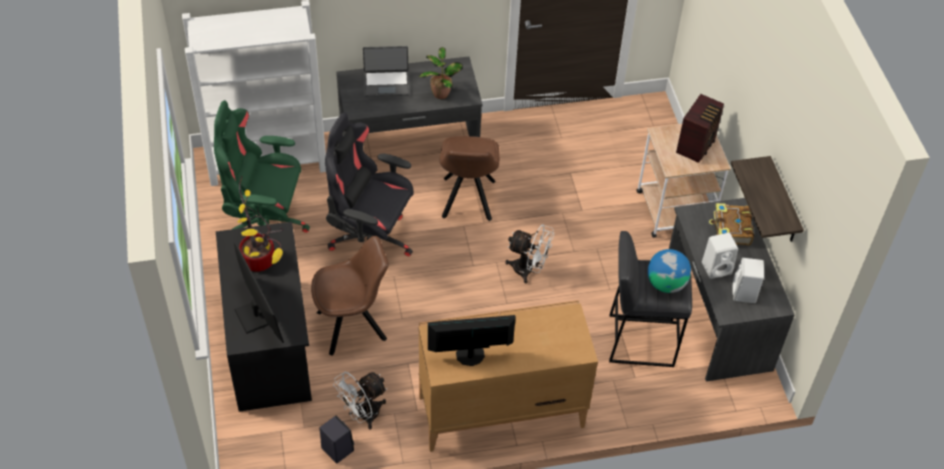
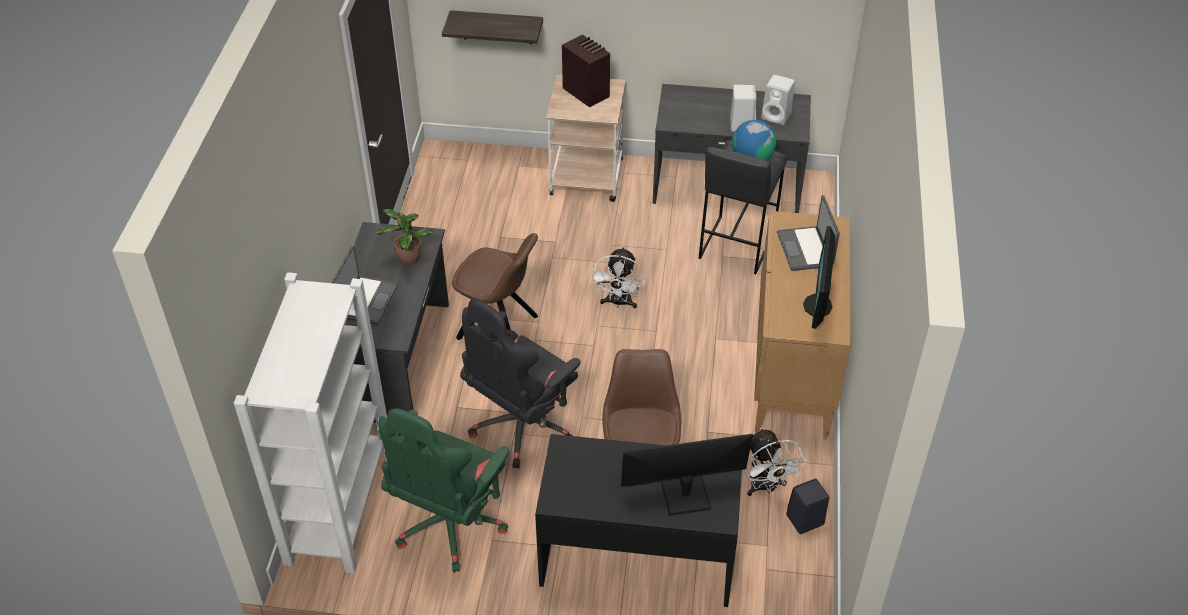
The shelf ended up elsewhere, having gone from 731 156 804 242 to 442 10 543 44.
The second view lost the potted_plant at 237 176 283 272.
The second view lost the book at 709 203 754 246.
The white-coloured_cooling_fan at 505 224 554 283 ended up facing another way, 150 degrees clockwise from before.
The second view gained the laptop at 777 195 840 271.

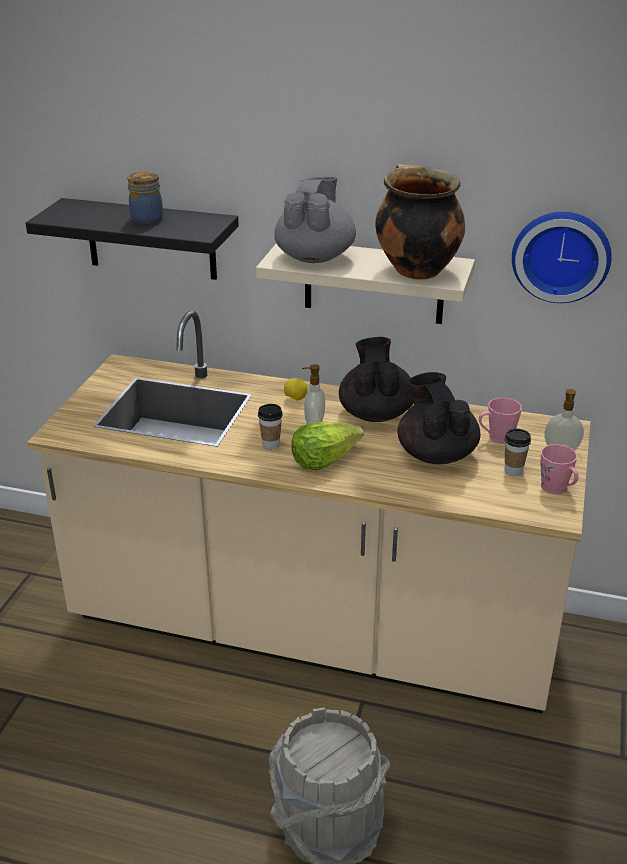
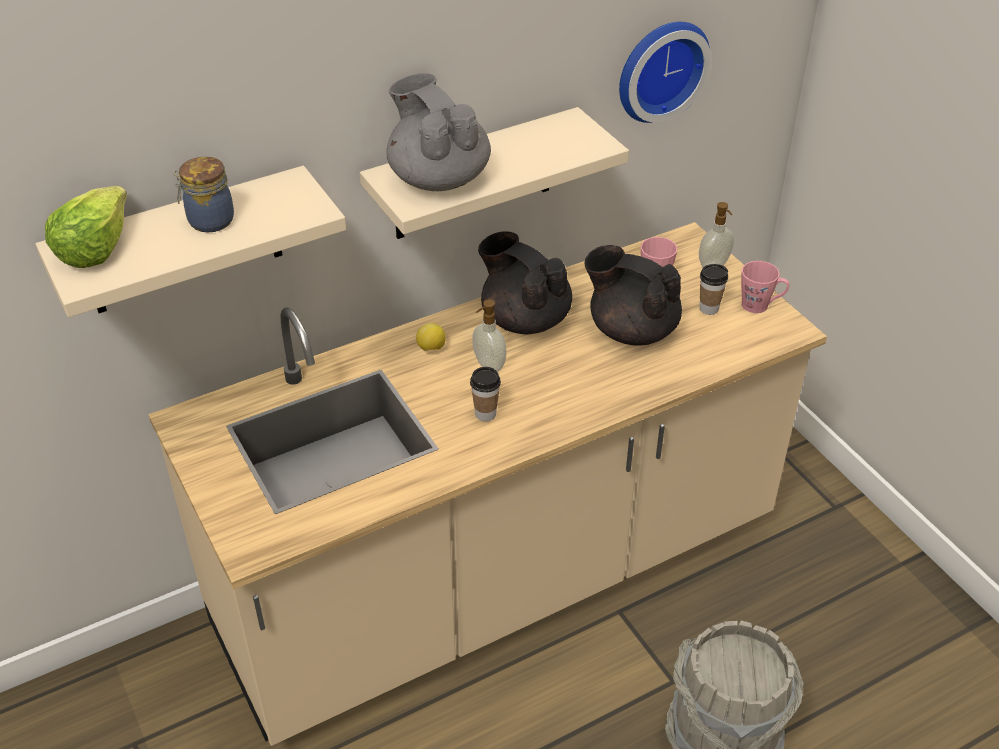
The second view lost the stockpot at 375 164 465 280.
What was the blackish_shelf at 25 198 239 280 turned into the beige_shelf at 36 166 346 317.
The lettuce ended up elsewhere, having gone from 291 422 364 470 to 45 186 127 268.

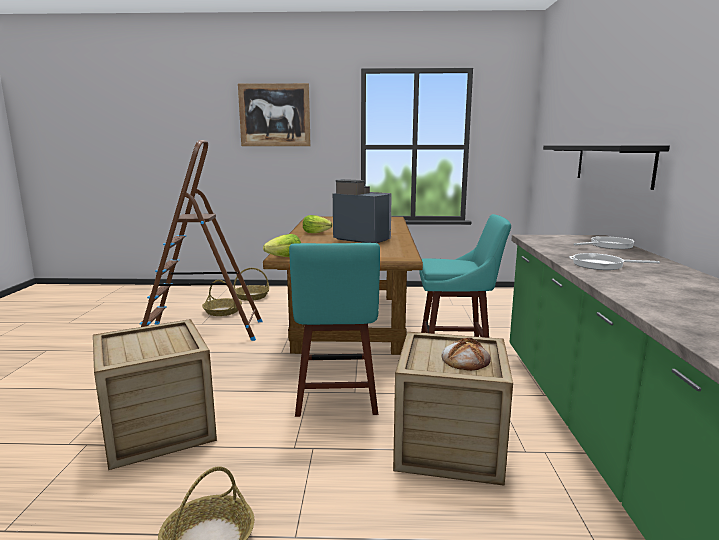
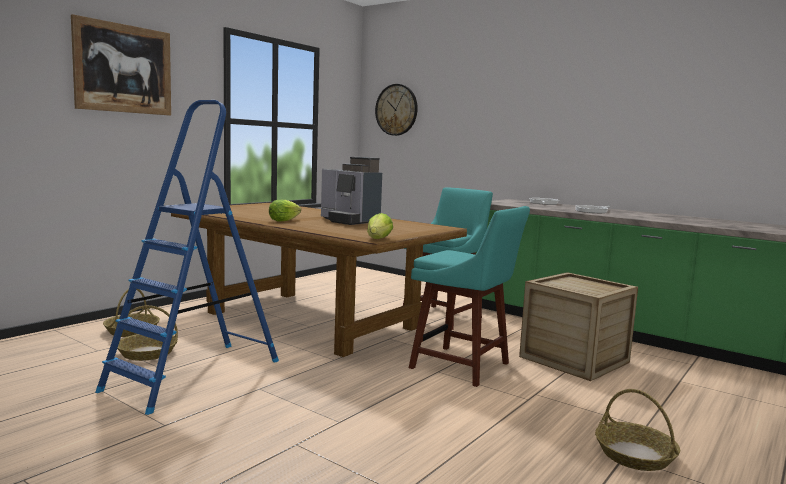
What was the brownish_step_stool at 140 140 263 341 turned into the bluish_step_stool at 95 100 279 415.
The second view lost the blackish_shelf at 543 145 670 190.
The coffee_machine at 333 179 392 243 ended up facing another way, 120 degrees counterclockwise from before.
The second view lost the crate at 93 319 217 470.
The second view lost the baked_bread at 441 338 491 371.
The second view gained the wall_clock at 375 84 418 136.

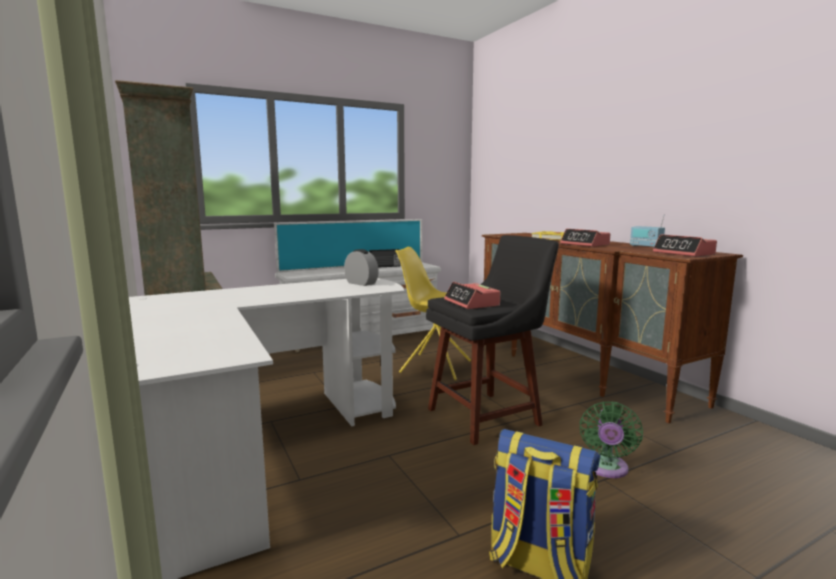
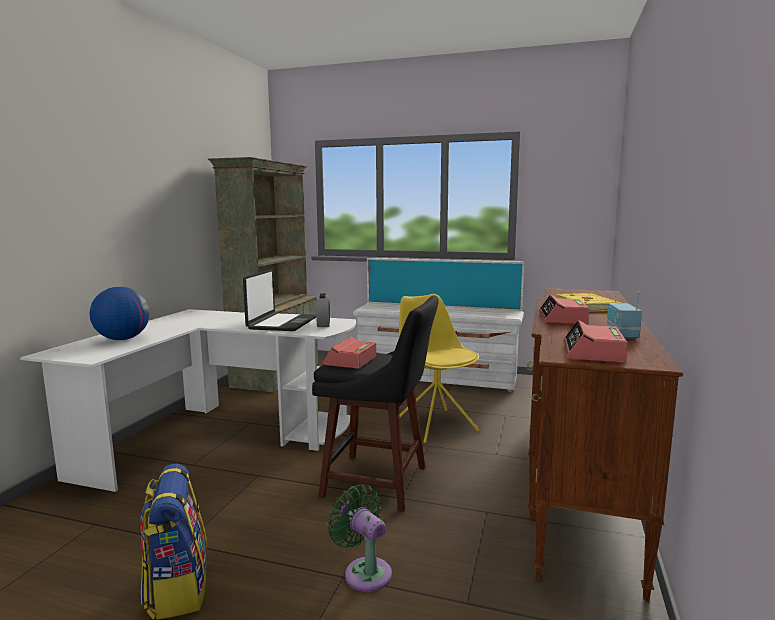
The second view lost the radio at 369 249 400 268.
The green_cooling_fan at 579 401 643 478 ended up facing another way, 75 degrees clockwise from before.
The second view gained the laptop at 243 269 316 331.
The second view gained the world_globe at 90 286 150 340.

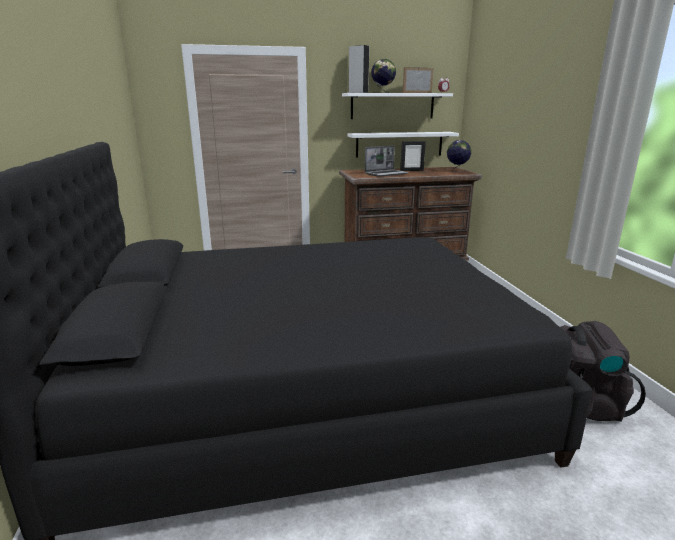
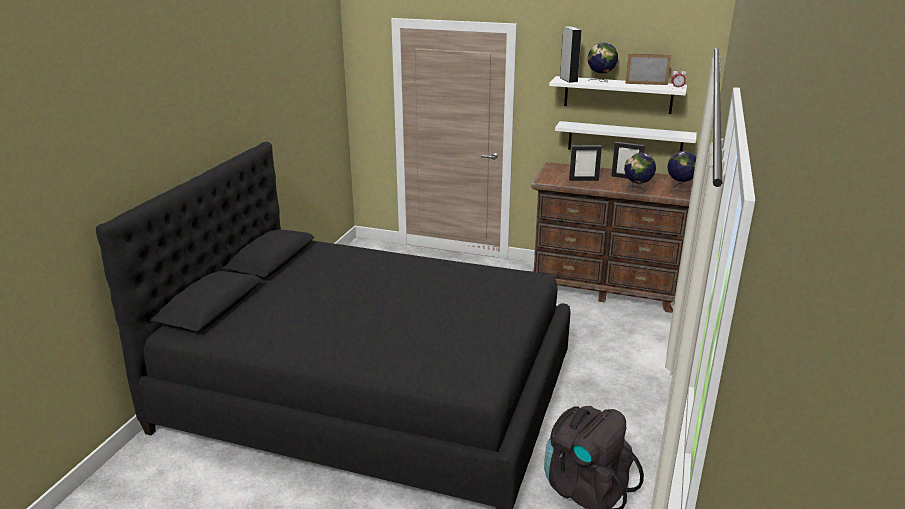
Where the laptop stood at 365 145 409 177, the picture_frame came to stand at 569 145 602 181.
The second view gained the world_globe at 624 153 656 193.

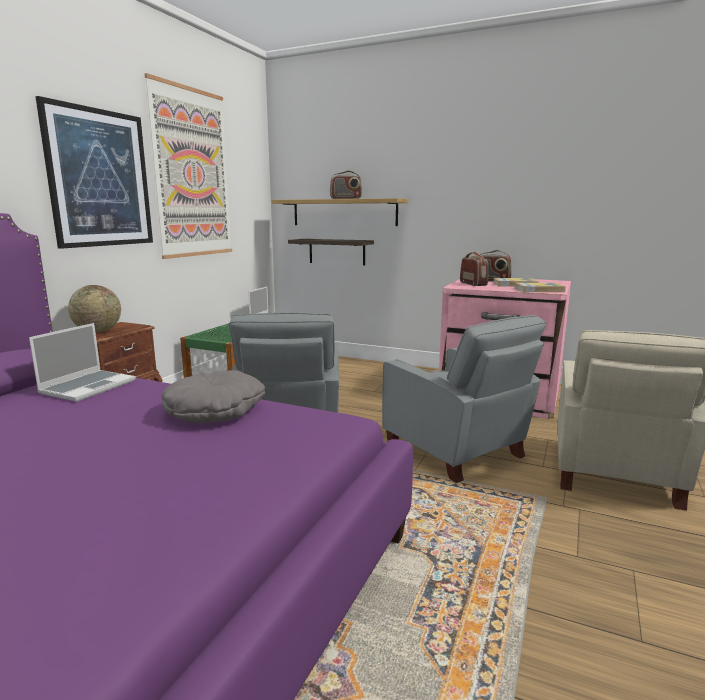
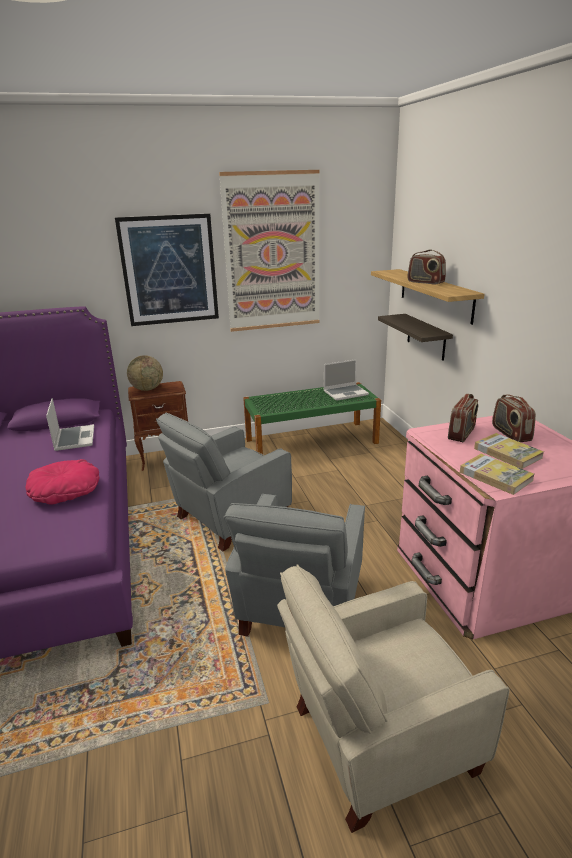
The laptop at 29 323 136 402 ended up facing another way, 90 degrees counterclockwise from before.
What was the greyish_pillow at 161 370 265 423 turned into the pinkish_pillow at 25 459 99 504.

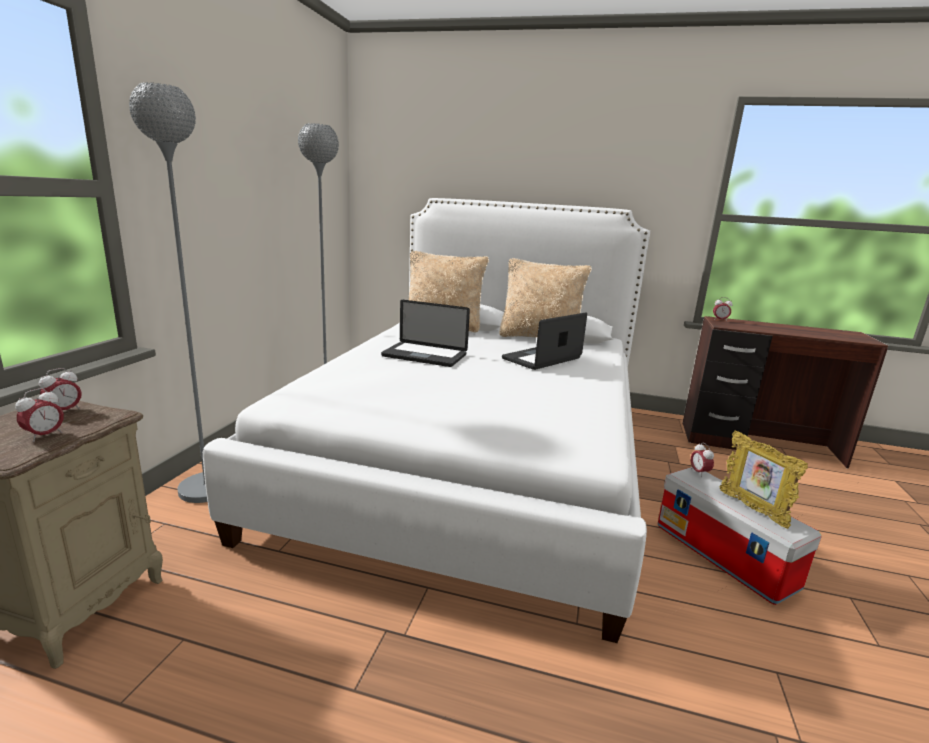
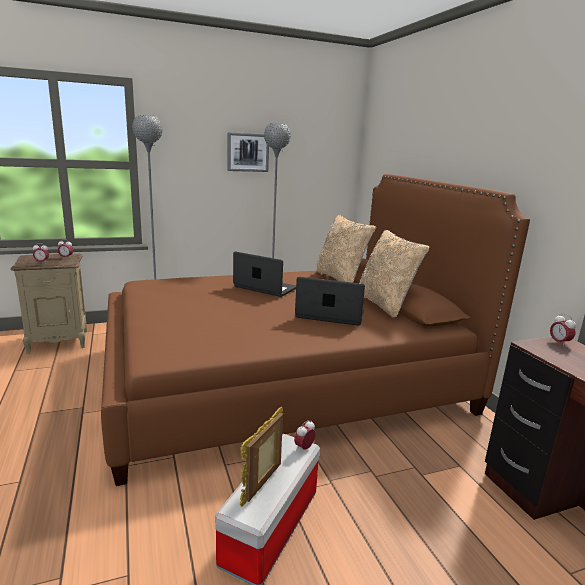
What was the white-coloured_bed at 203 198 650 643 turned into the brownish_bed at 101 174 530 486.
The laptop at 381 300 470 367 ended up facing another way, 135 degrees clockwise from before.
The second view gained the wall_picture at 228 132 269 172.

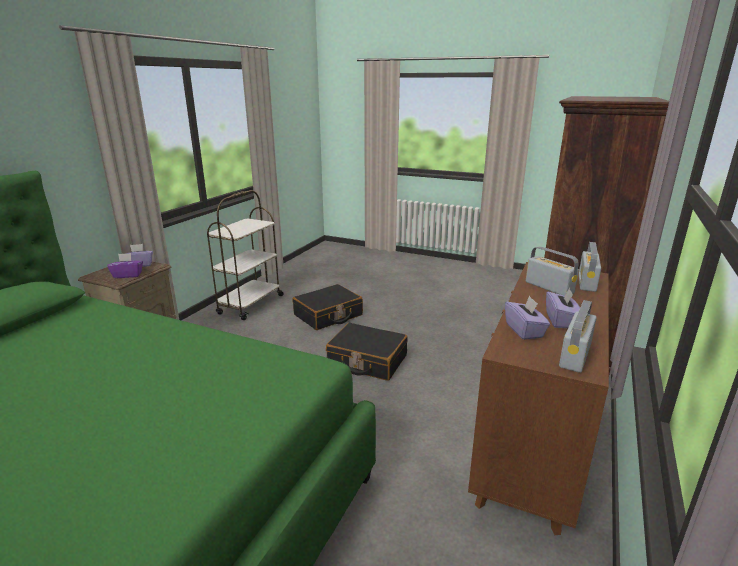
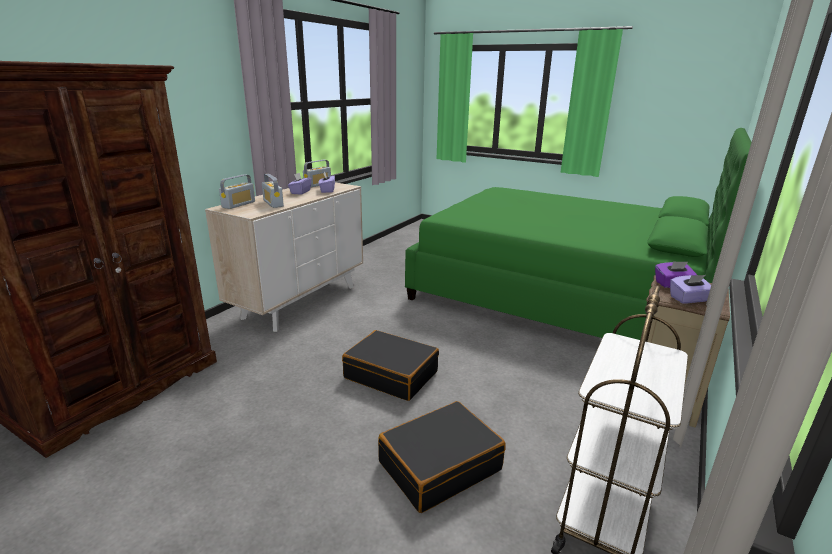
What was the brownish_chest_of_drawers at 468 262 609 535 turned into the white-coloured_chest_of_drawers at 205 183 363 332.

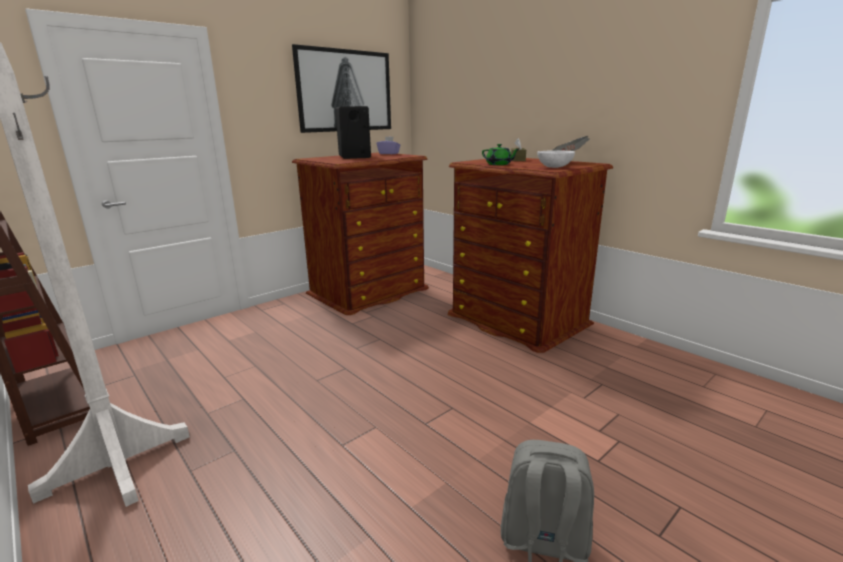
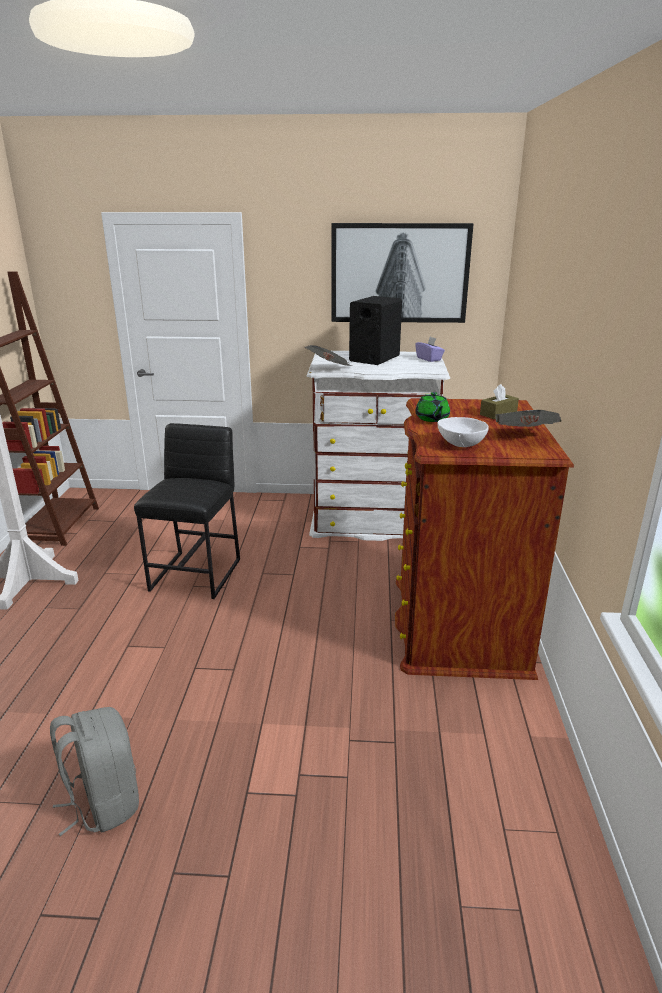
What was the brownish_chest_of_drawers at 292 152 429 315 turned into the white-coloured_chest_of_drawers at 306 351 450 541.
The second view gained the printed_paper at 304 345 352 366.
The second view gained the blackish_chair at 134 423 240 599.

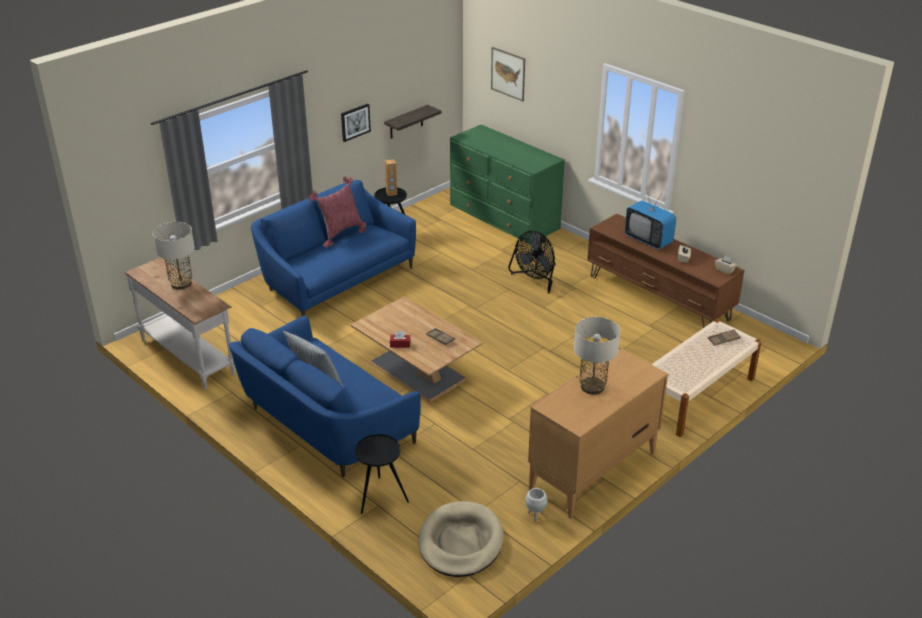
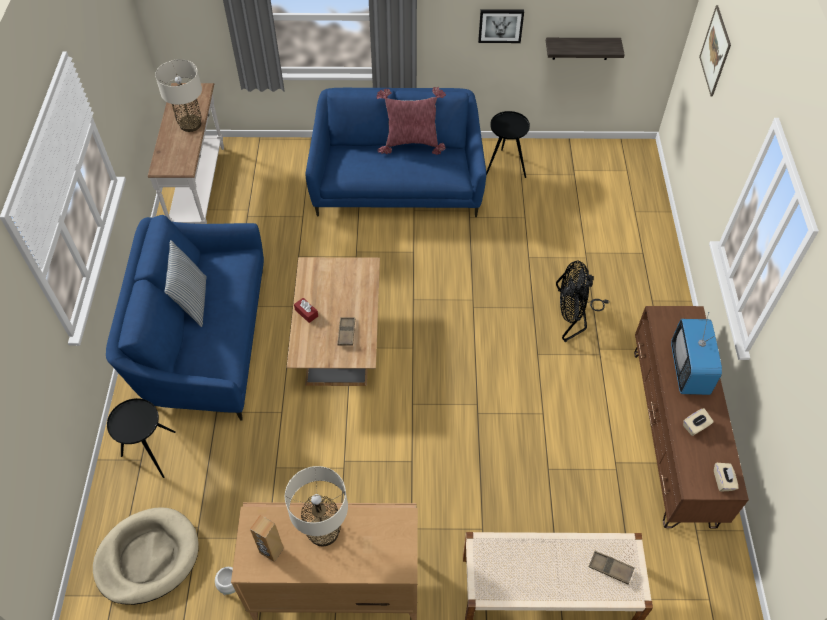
The second view lost the green_chest_of_drawers at 450 125 565 245.
The brownish_audio_speaker ended up elsewhere, having gone from 385 159 397 196 to 250 515 284 562.

